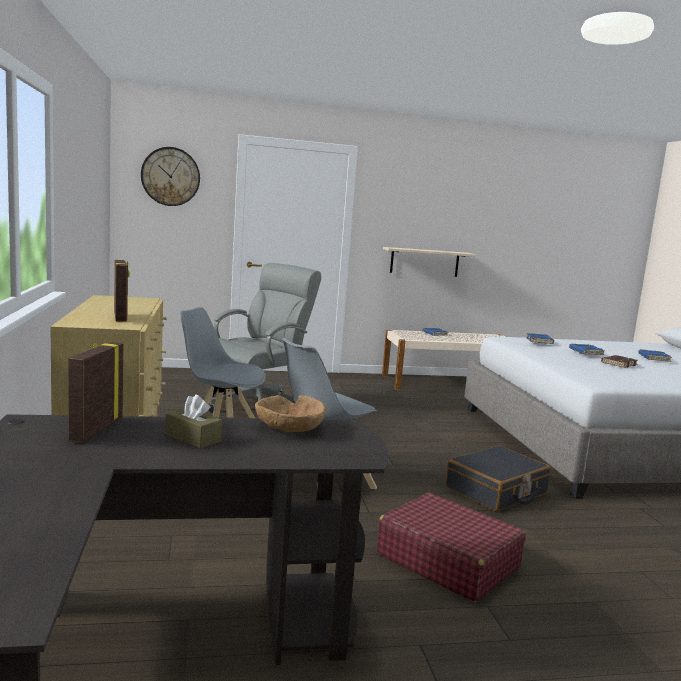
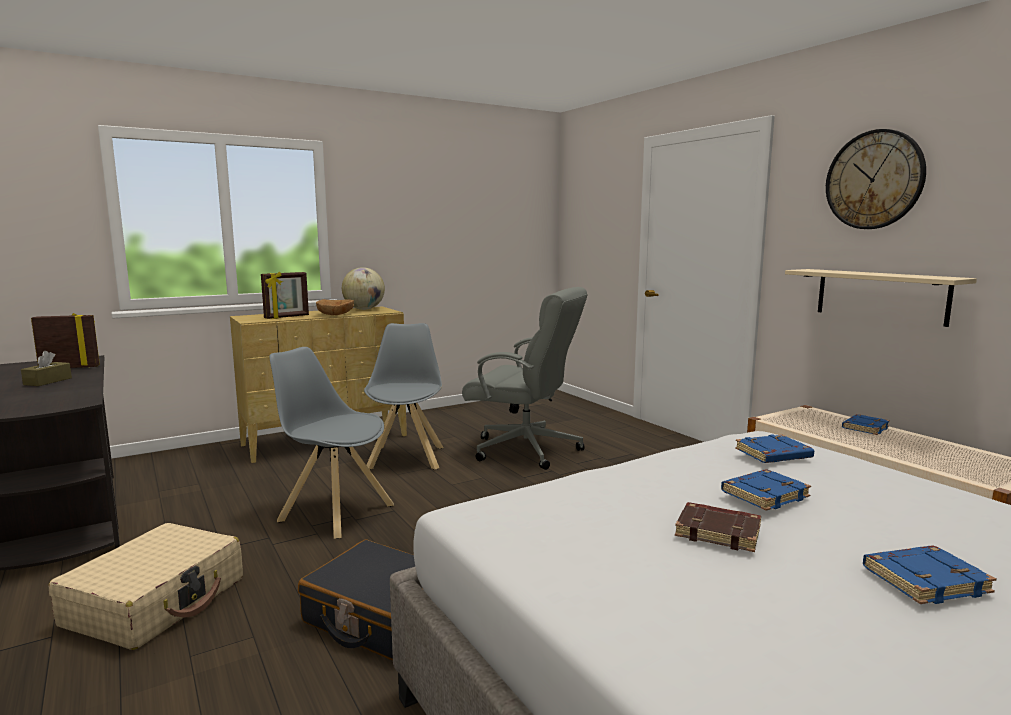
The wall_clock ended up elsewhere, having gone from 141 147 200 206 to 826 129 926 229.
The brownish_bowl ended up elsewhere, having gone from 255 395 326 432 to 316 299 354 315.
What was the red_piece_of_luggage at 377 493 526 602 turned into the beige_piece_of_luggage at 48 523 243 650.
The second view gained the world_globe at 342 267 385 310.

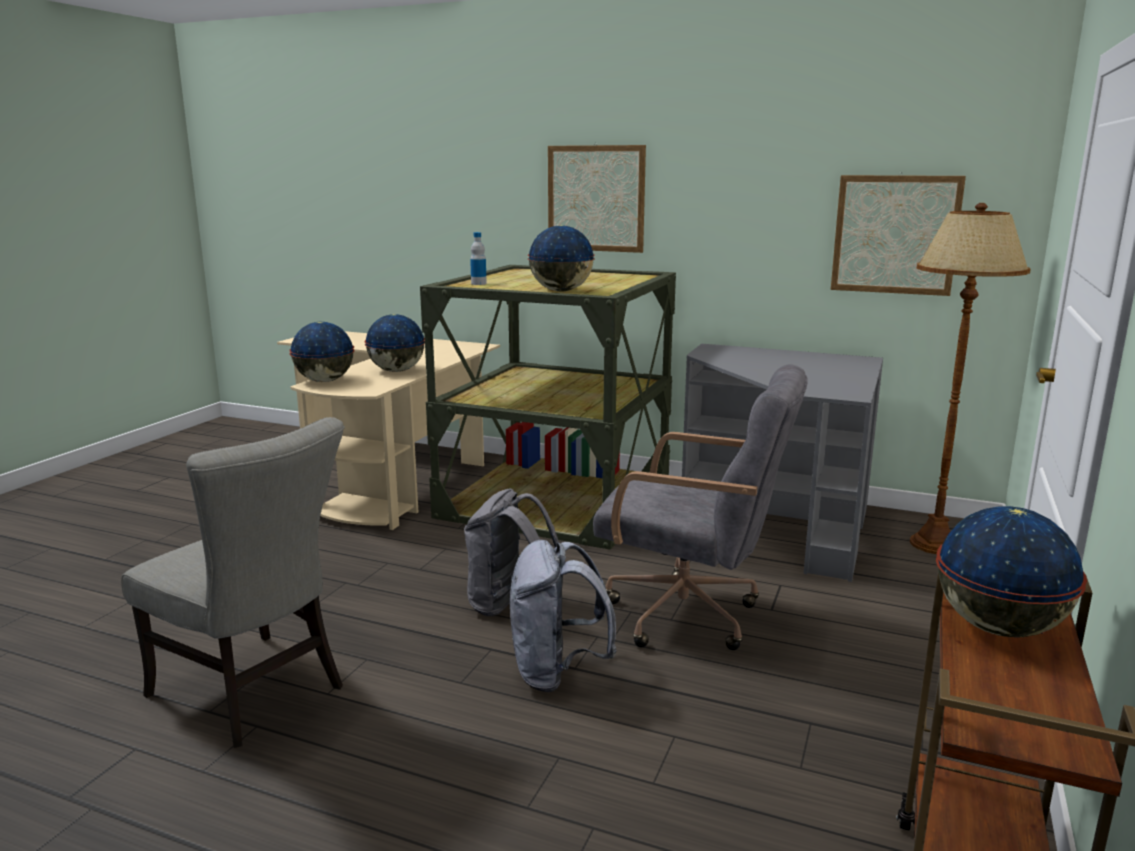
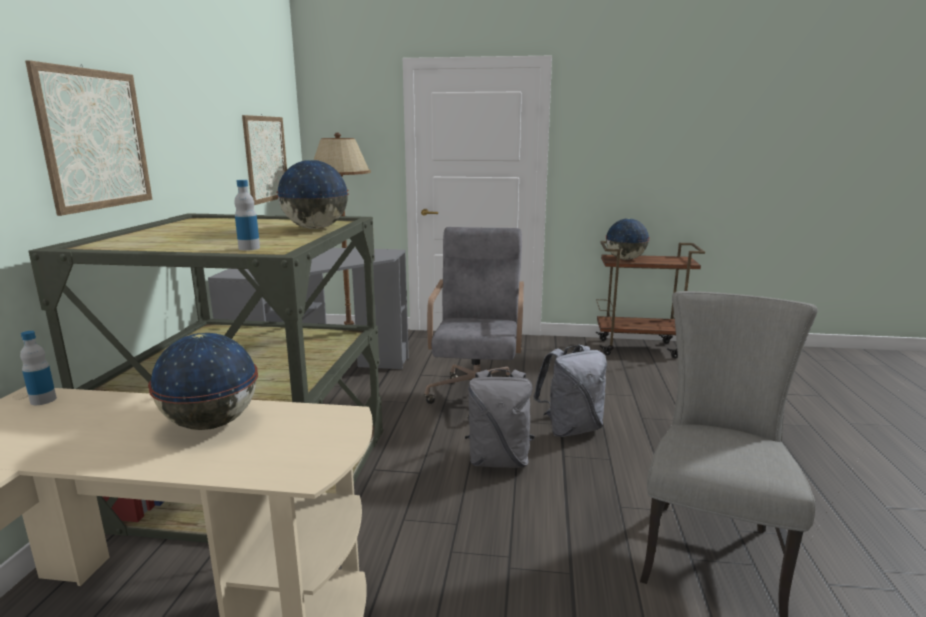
The second view lost the world_globe at 289 322 355 382.
The second view gained the drink_bottle at 20 331 57 405.

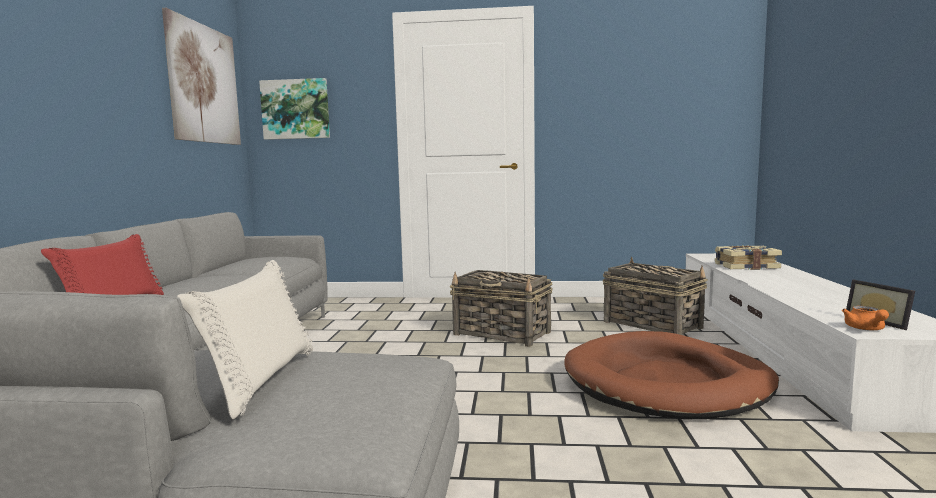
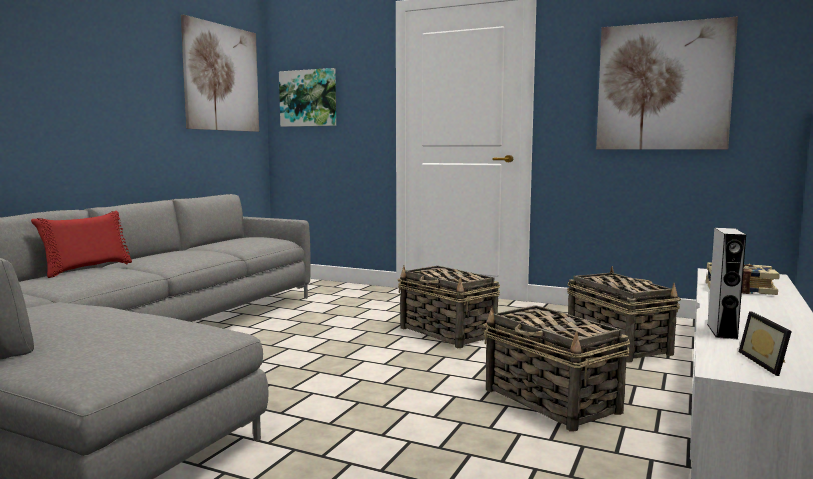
The second view lost the white-coloured_pillow at 177 260 313 419.
The second view lost the orange_tea_pot at 842 306 889 331.
Where the brownish_pet_bed stood at 564 331 779 419, the storage_basket came to stand at 483 305 630 431.
The second view gained the wall_picture at 596 16 738 149.
The second view gained the greyish_audio_speaker at 707 228 746 340.

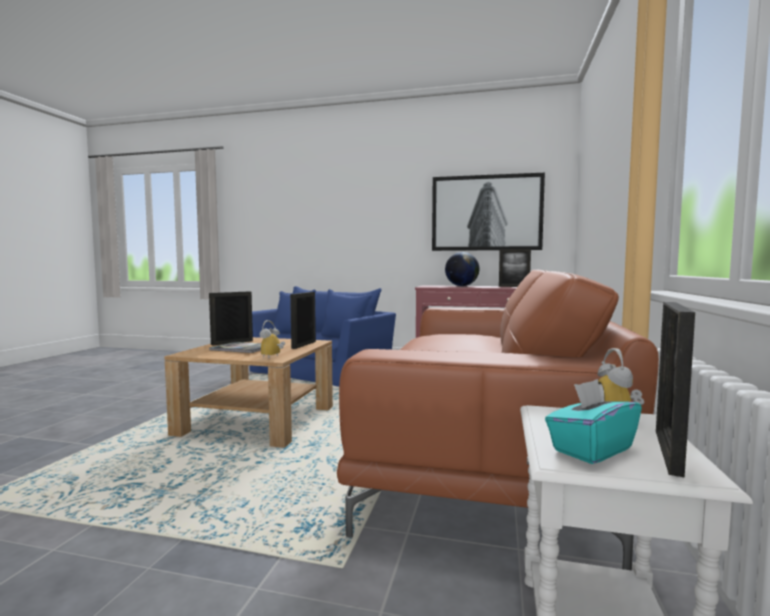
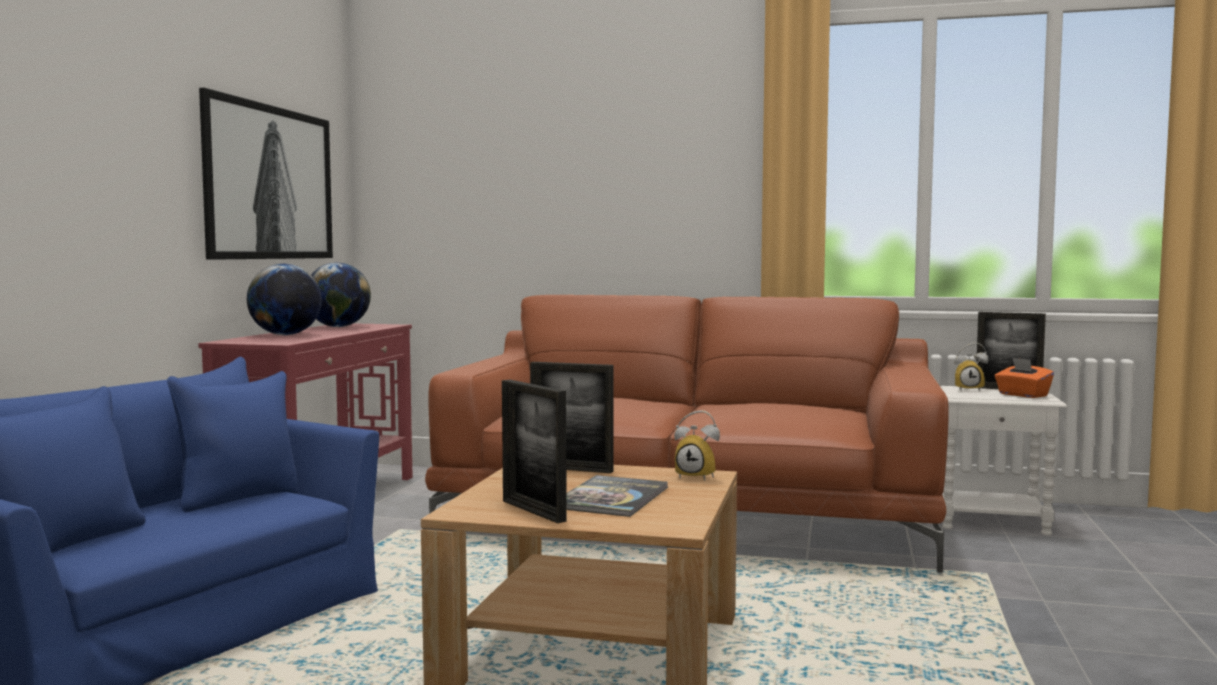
Where the picture_frame stood at 499 249 531 287, the world_globe came to stand at 311 262 371 327.
What was the turquoise_box_of_tissues at 545 379 642 464 turned into the orange_box_of_tissues at 995 357 1054 398.

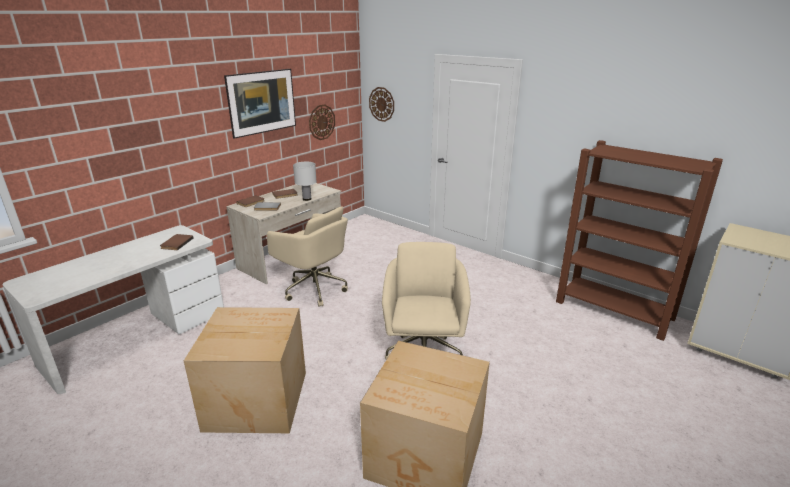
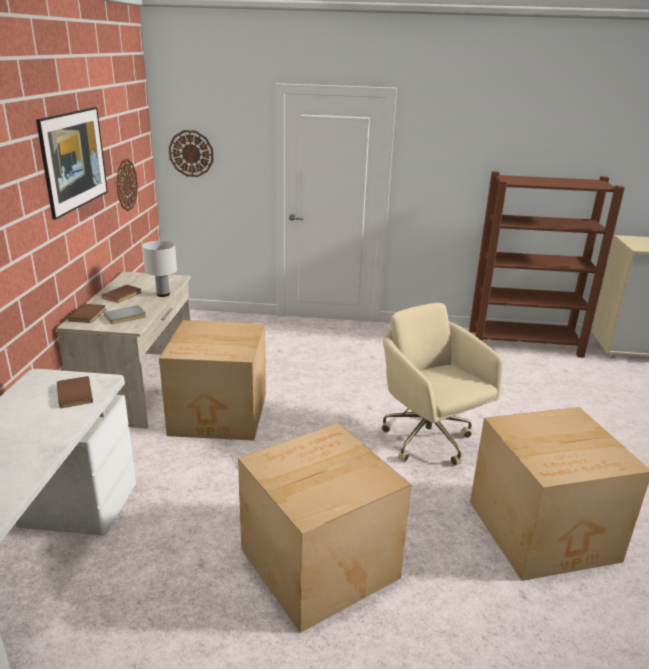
Where the beige_computer_chair stood at 267 206 348 307, the cardboard_box came to stand at 159 320 266 441.

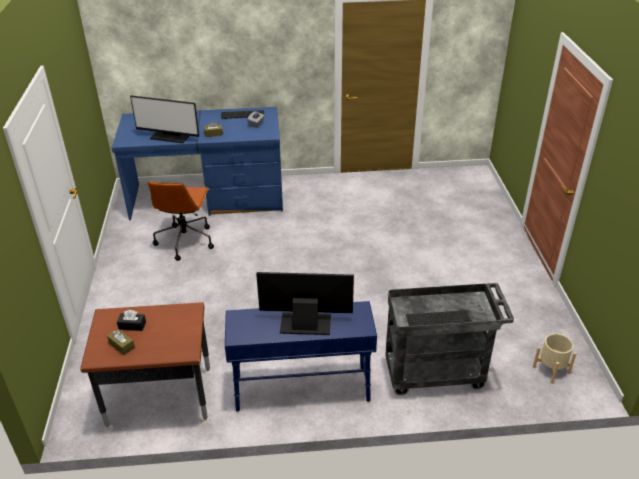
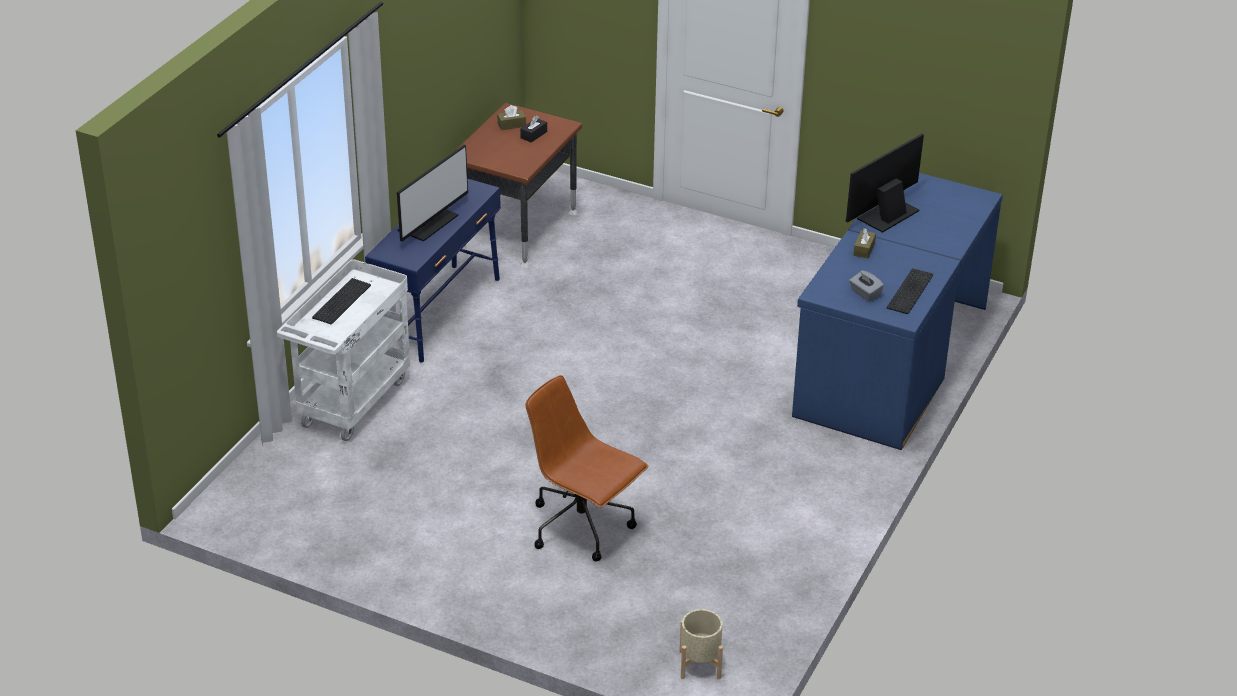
The brownish_computer_chair ended up elsewhere, having gone from 148 181 214 261 to 526 375 648 562.
What was the blackish_wheeled_cart at 385 283 514 395 turned into the white-coloured_wheeled_cart at 277 259 410 441.
The beige_flower_pot ended up elsewhere, having gone from 533 333 577 384 to 679 609 723 679.

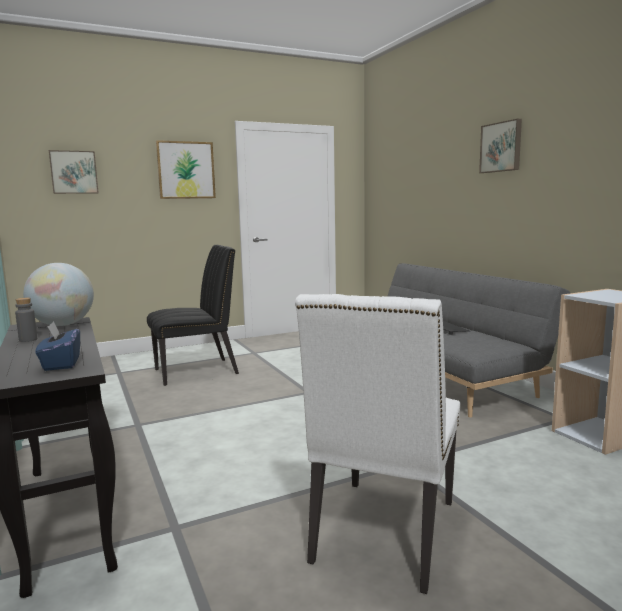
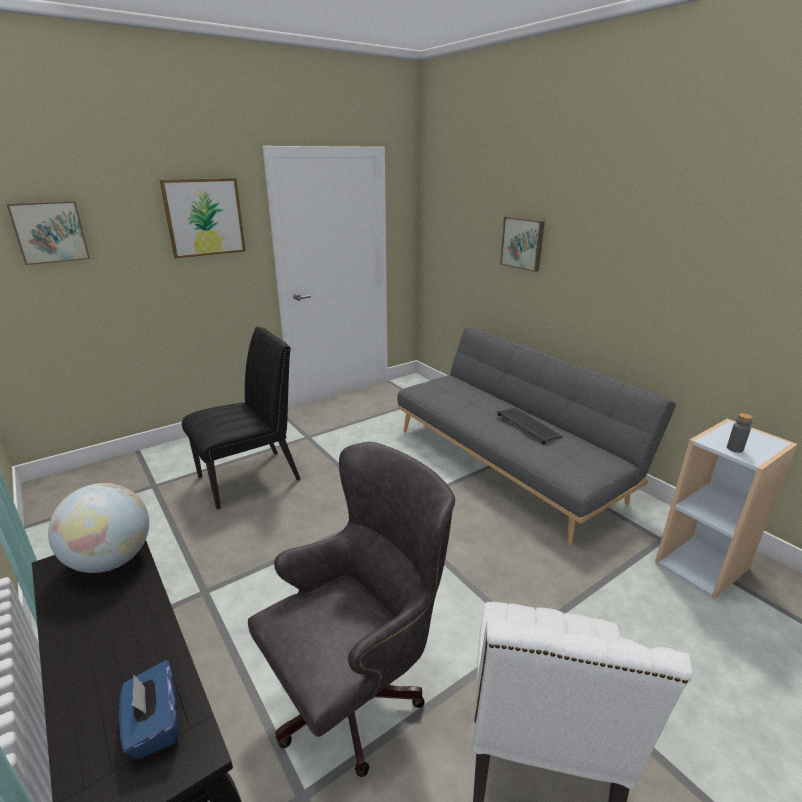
The wall_picture ended up elsewhere, having gone from 479 119 522 173 to 500 217 545 272.
The greyish_drink_bottle ended up elsewhere, having gone from 15 298 37 342 to 727 413 753 453.
The second view gained the greyish_computer_chair at 248 442 455 777.

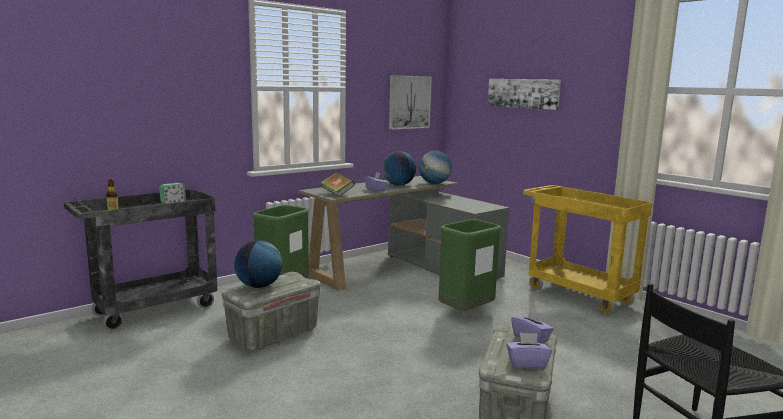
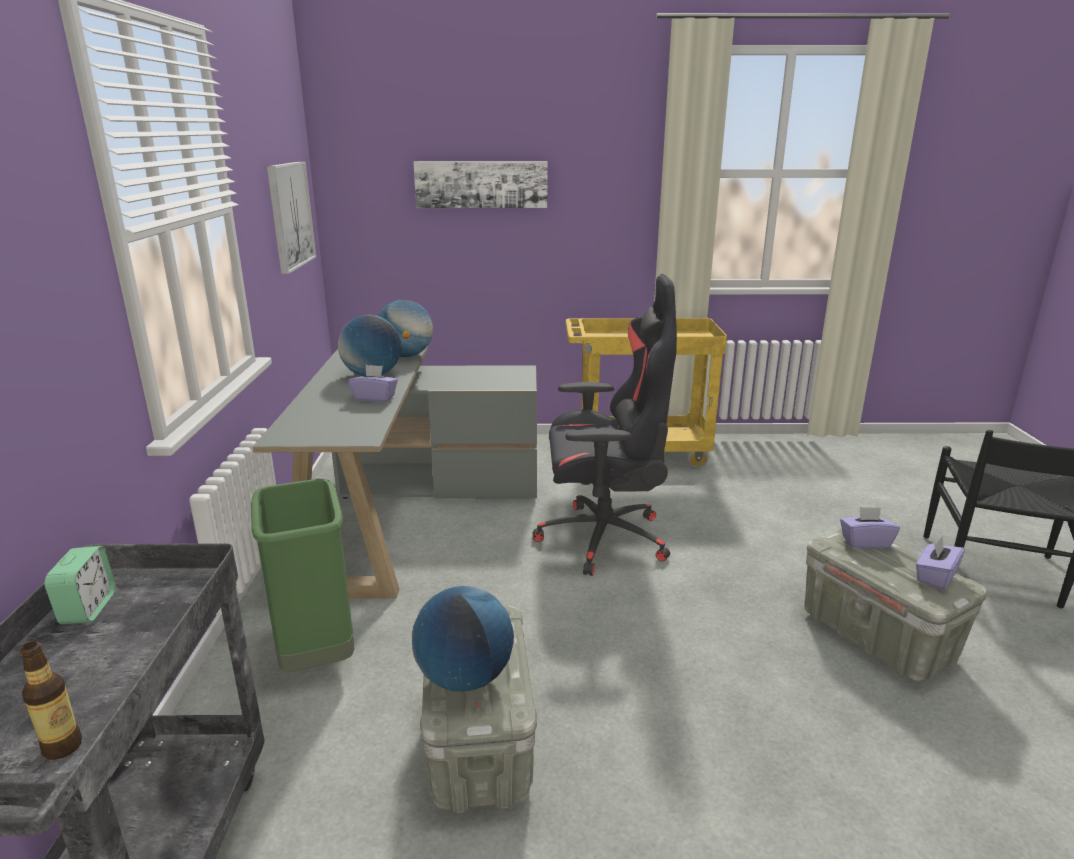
The second view lost the book at 320 172 355 197.
Where the green_rubbish_bin stood at 439 219 501 311, the blackish_computer_chair came to stand at 533 274 677 576.

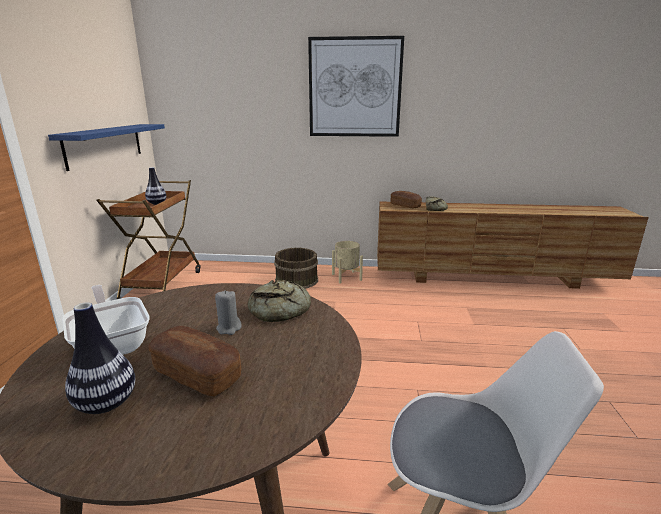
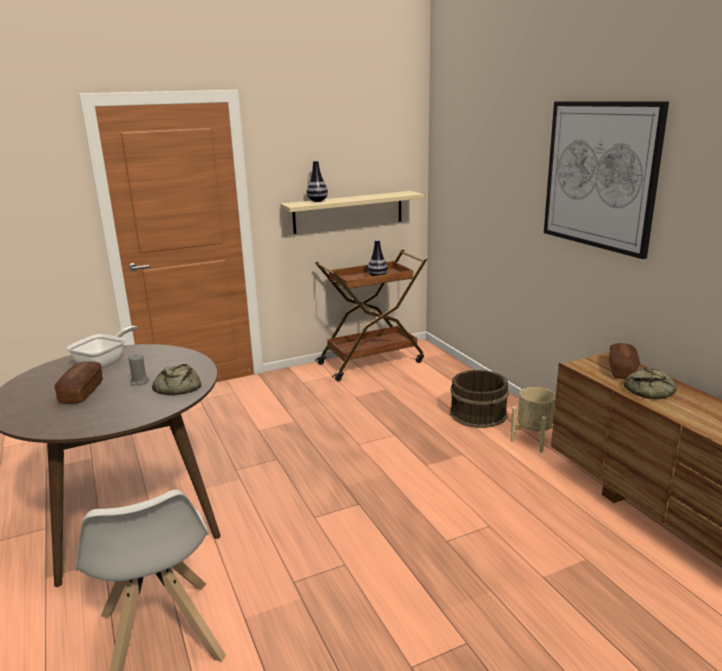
What was the bluish_shelf at 48 124 165 171 turned into the beige_shelf at 280 191 424 234.
The vase ended up elsewhere, having gone from 65 302 135 414 to 307 161 328 202.

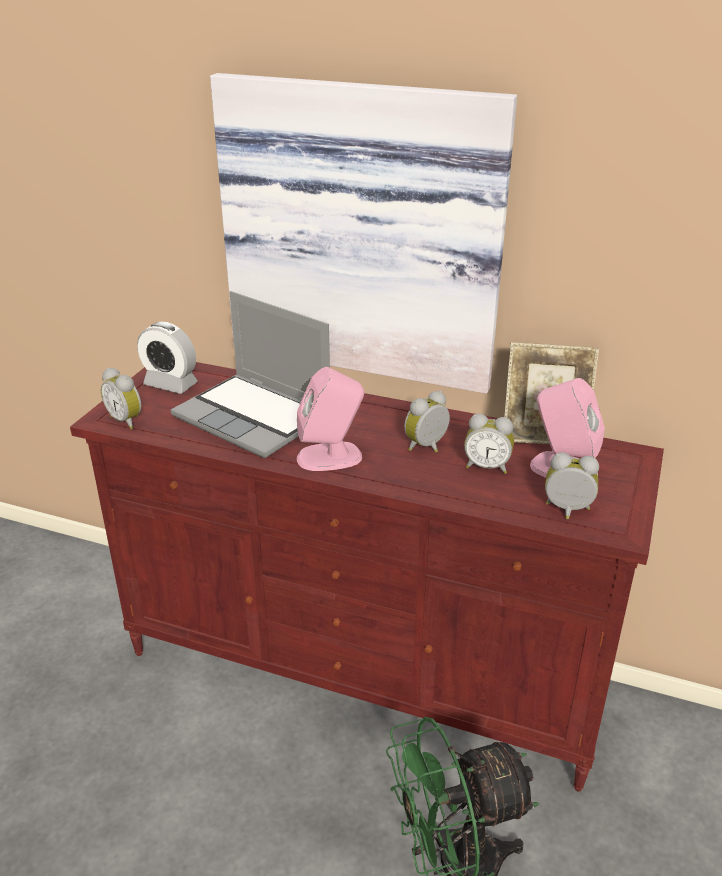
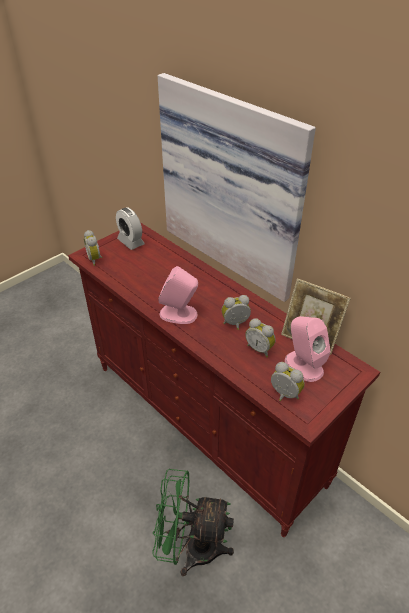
The second view lost the laptop at 171 291 330 458.

